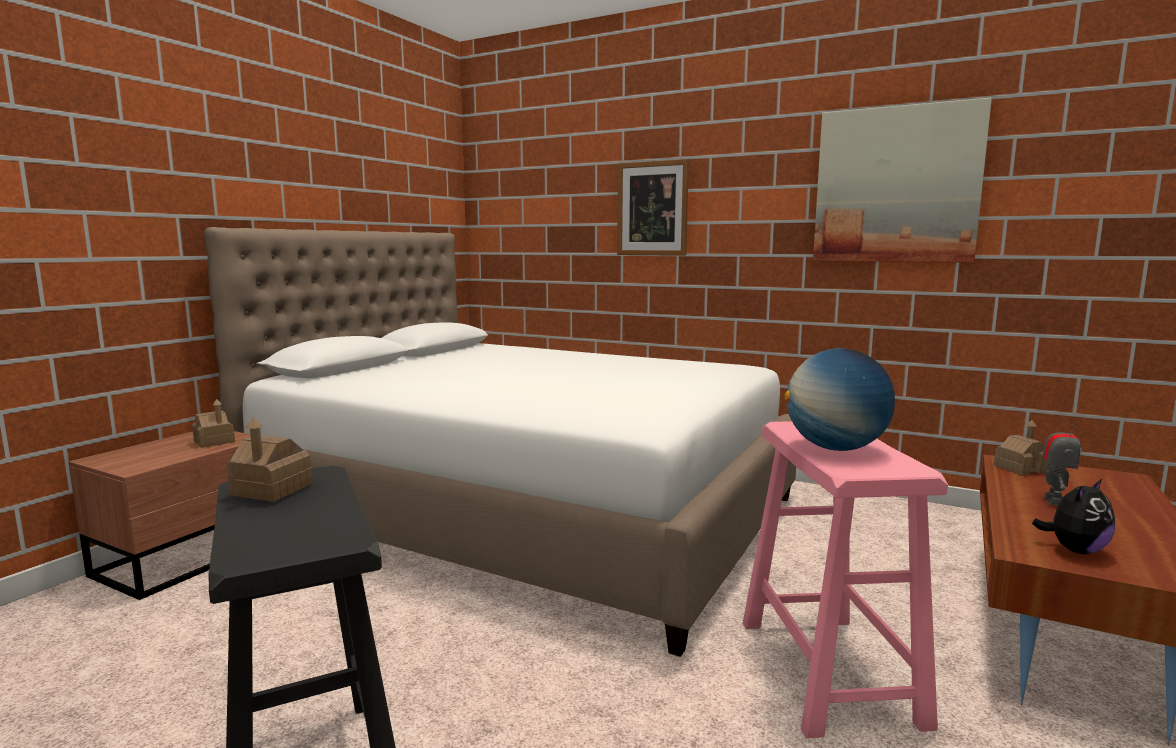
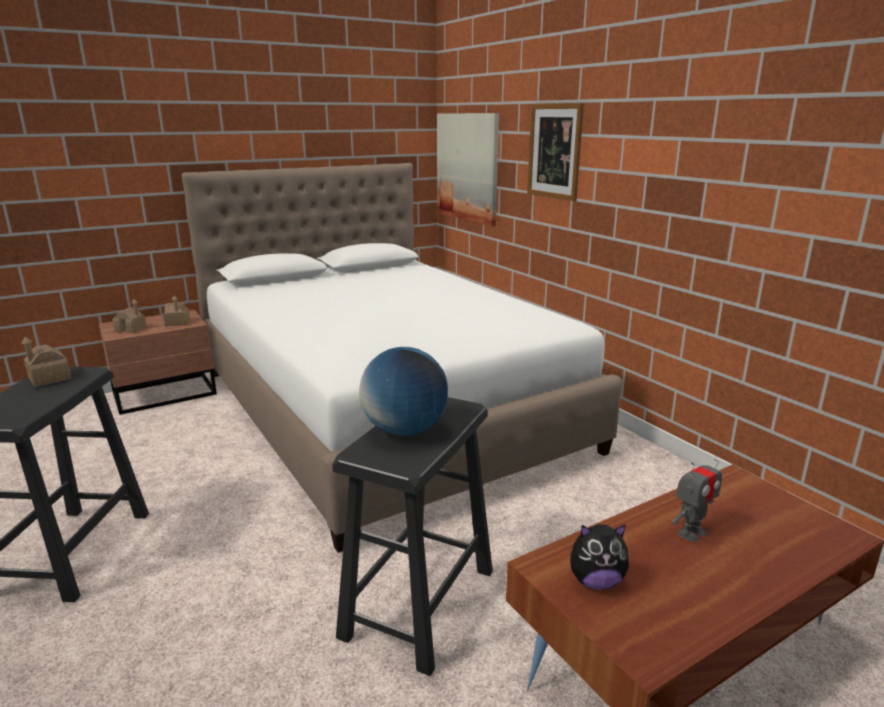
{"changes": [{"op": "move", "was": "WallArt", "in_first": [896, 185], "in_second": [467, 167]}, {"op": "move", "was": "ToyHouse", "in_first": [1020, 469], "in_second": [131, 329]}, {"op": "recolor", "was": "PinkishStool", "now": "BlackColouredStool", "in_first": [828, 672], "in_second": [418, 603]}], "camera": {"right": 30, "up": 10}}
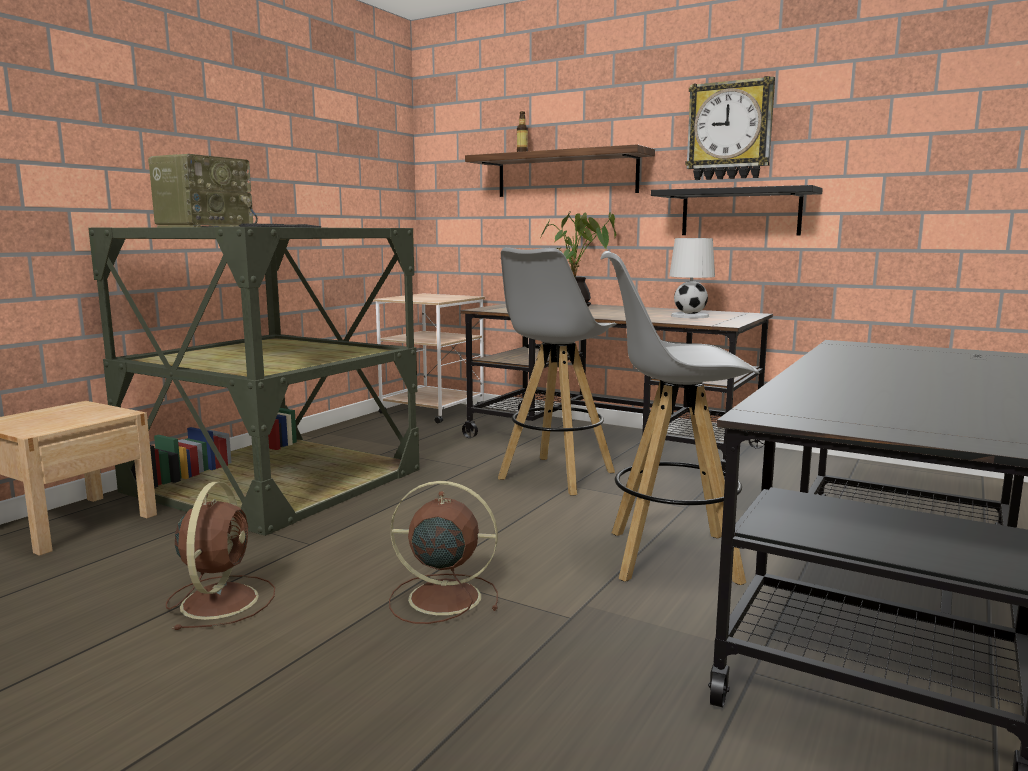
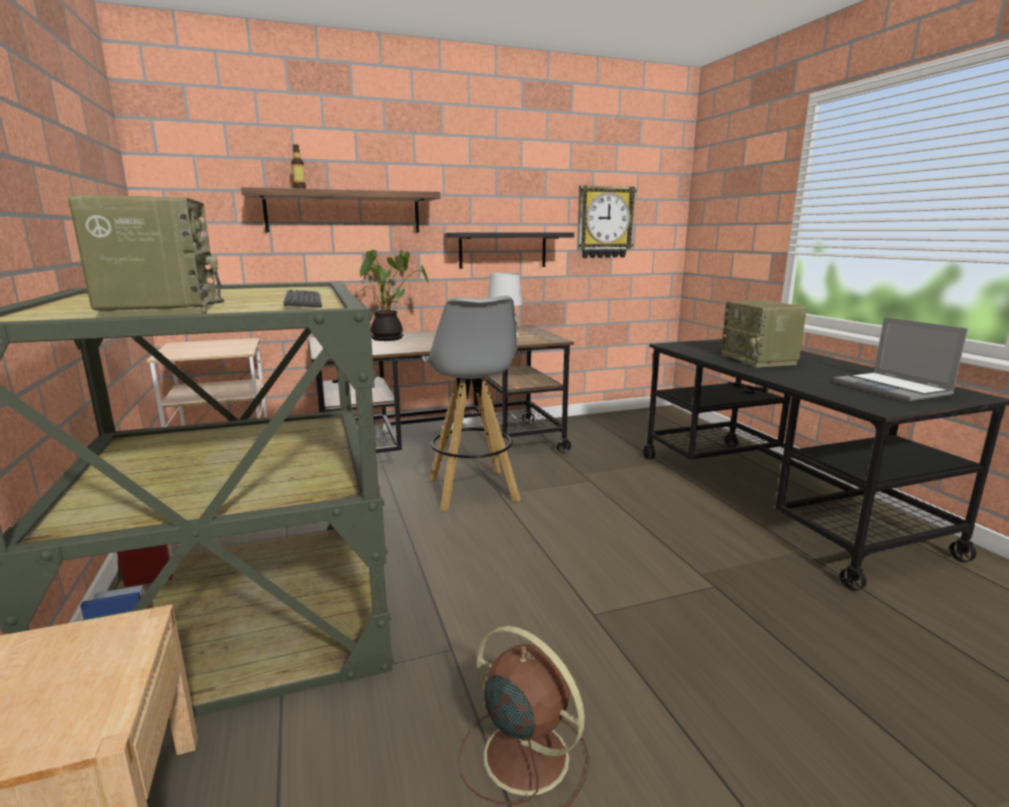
{"changes": [{"op": "move", "was": "ClockOnTheWall", "in_first": [730, 131], "in_second": [604, 222]}, {"op": "delete", "was": "GrayStool", "in_first": [669, 556]}, {"op": "delete", "was": "BrownColouredCoolingFan", "in_first": [441, 597]}, {"op": "insert", "now": "Radio", "in_second": [759, 360]}, {"op": "insert", "now": "NotebookComputer", "in_second": [892, 389]}], "camera": {"right": -50, "up": 5}}
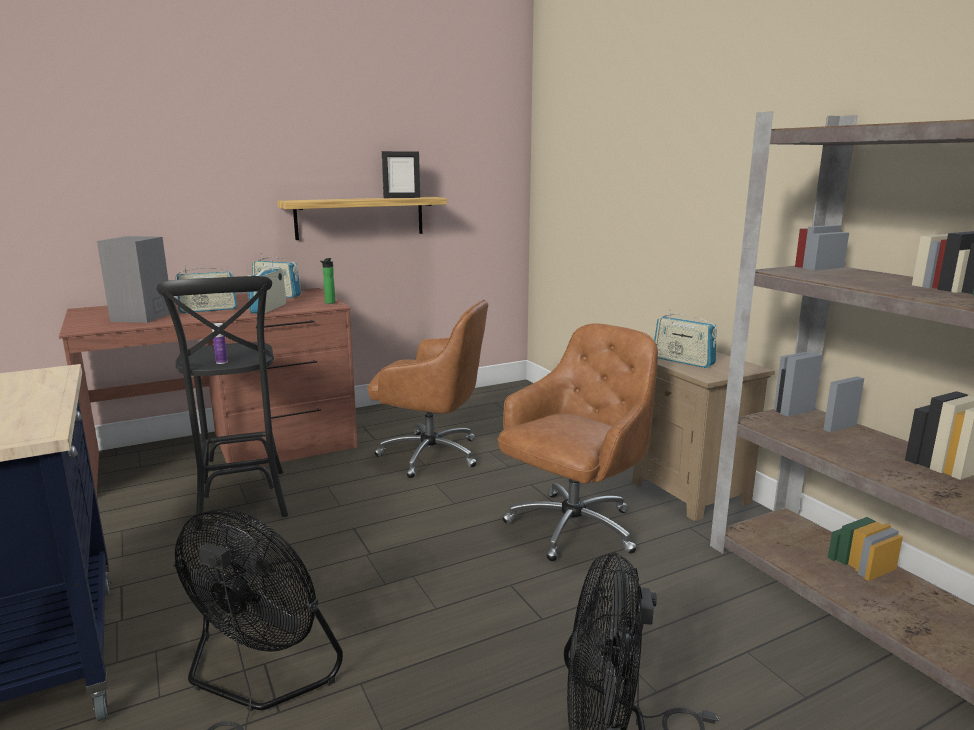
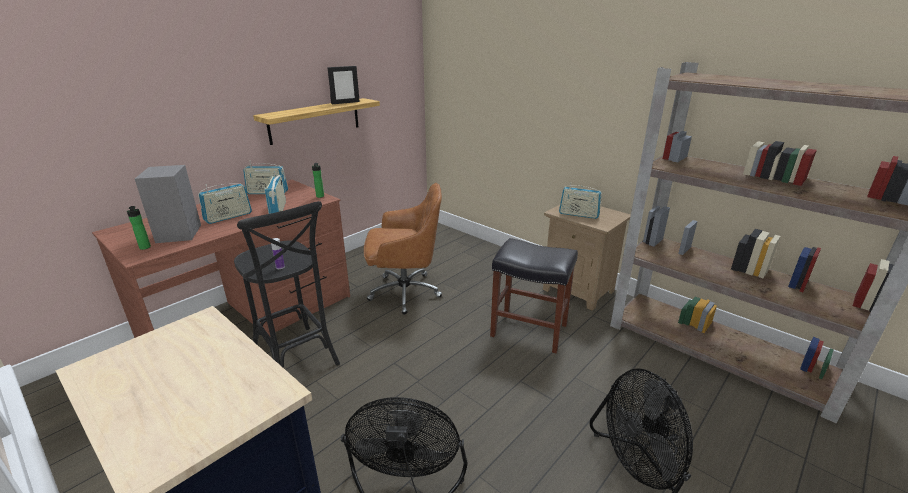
{"changes": [{"op": "replace", "was": "BrownColouredDeskChair", "now": "BlackColouredStool", "in_first": [574, 527], "in_second": [530, 330]}, {"op": "insert", "now": "Bottle", "in_second": [145, 248]}], "camera": {"right": -20, "up": 10}}
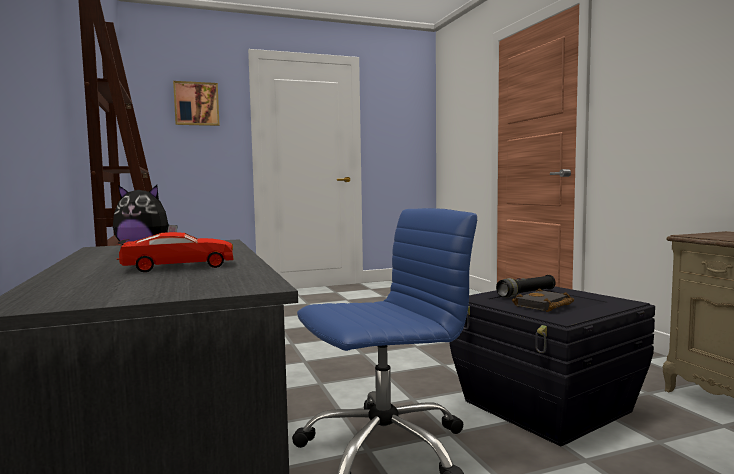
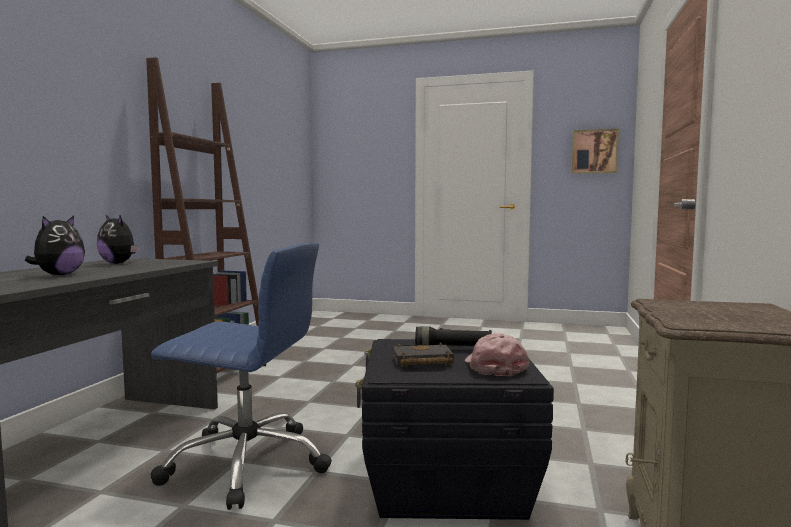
{"changes": [{"op": "move", "was": "WallArt", "in_first": [196, 104], "in_second": [594, 151]}, {"op": "replace", "was": "RedMiniatureCar", "now": "SoftToy", "in_first": [178, 266], "in_second": [59, 275]}, {"op": "insert", "now": "PinkishBaseballCap", "in_second": [494, 366]}], "camera": {"right": 35, "up": 0}}
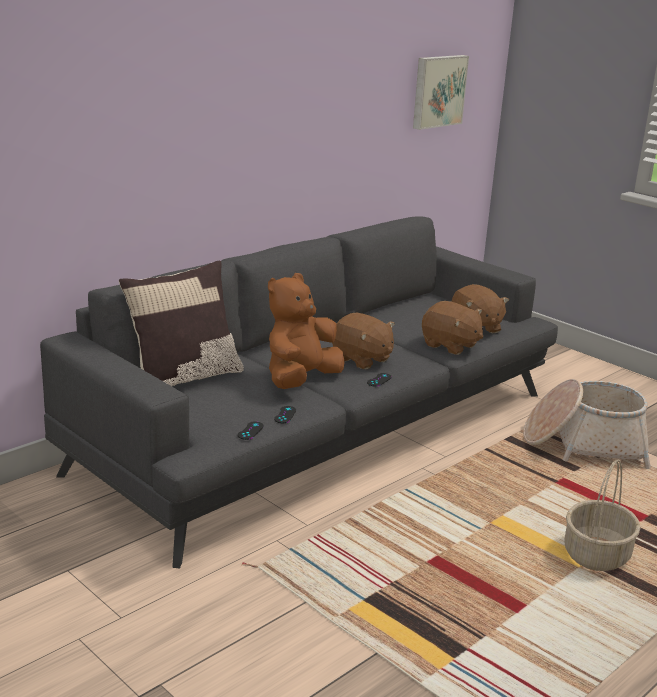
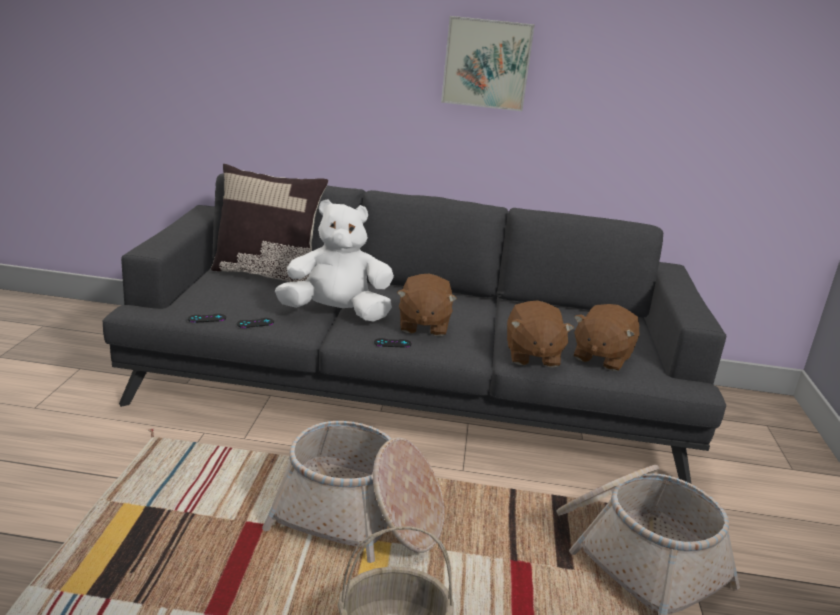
{"changes": [{"op": "move", "was": "WallArt", "in_first": [437, 91], "in_second": [487, 63]}, {"op": "recolor", "was": "BrownColouredSoftToy", "now": "WhitishSoftToy", "in_first": [300, 380], "in_second": [336, 313]}, {"op": "insert", "now": "Basket", "in_second": [359, 518]}], "camera": {"right": 50, "up": 0}}
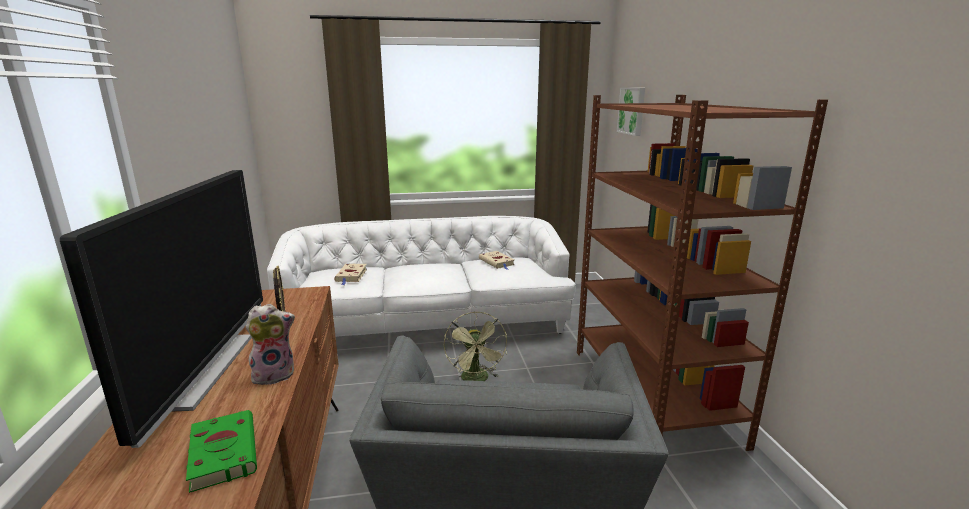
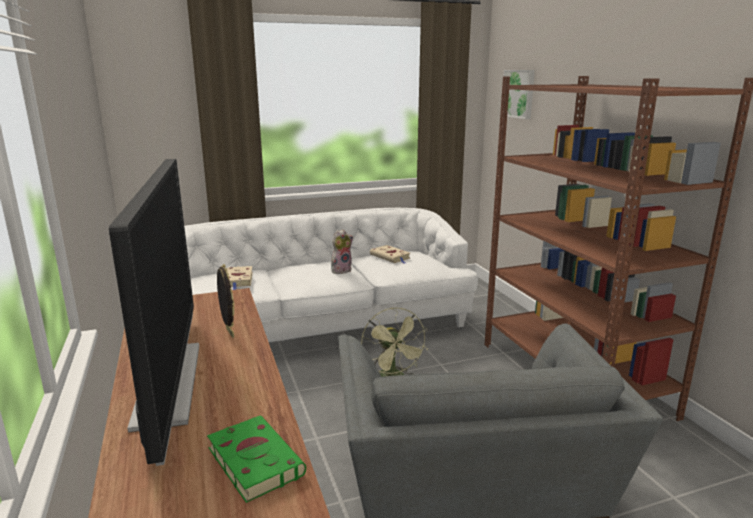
{"changes": [{"op": "move", "was": "SoftToy", "in_first": [275, 374], "in_second": [341, 270]}], "camera": {"right": -10, "up": 0}}
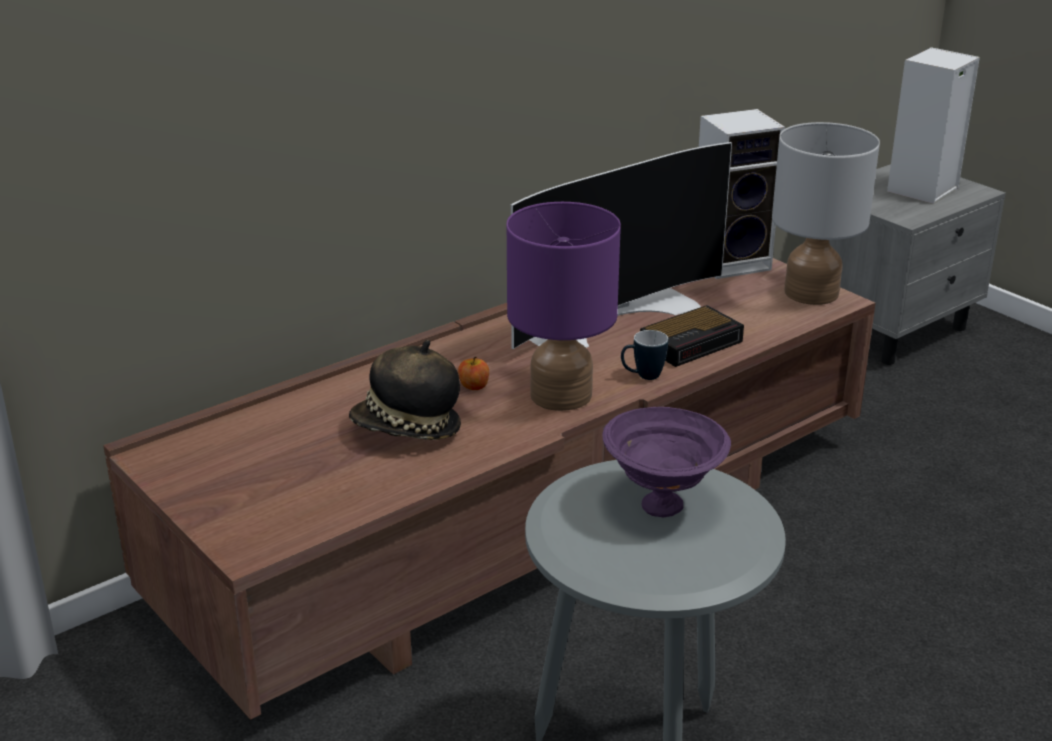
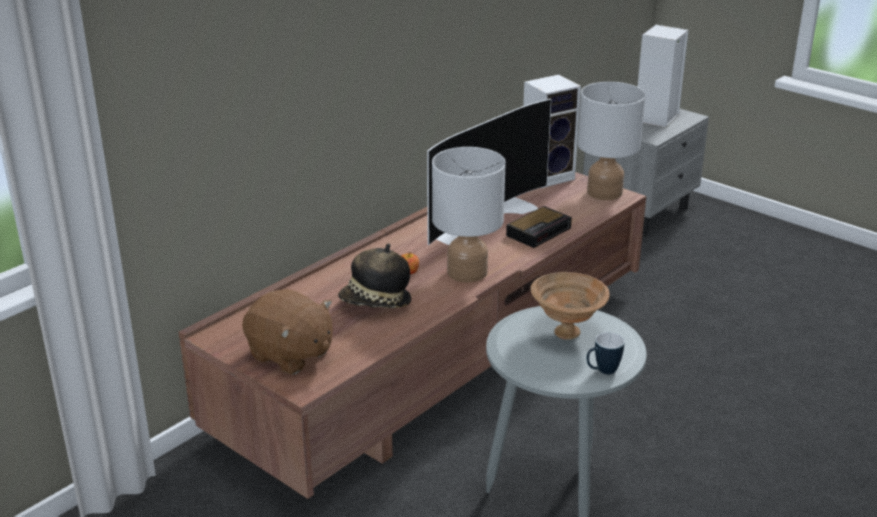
{"changes": [{"op": "recolor", "was": "PurplishLampForATable", "now": "GrayLampForATable", "in_first": [559, 395], "in_second": [466, 272]}, {"op": "move", "was": "Mug", "in_first": [642, 376], "in_second": [602, 371]}, {"op": "recolor", "was": "PurplishServingBowl", "now": "BrownColouredServingBowl", "in_first": [660, 503], "in_second": [566, 331]}, {"op": "insert", "now": "BrownColouredSoftToy", "in_second": [290, 355]}], "camera": {"right": -10, "up": 0}}
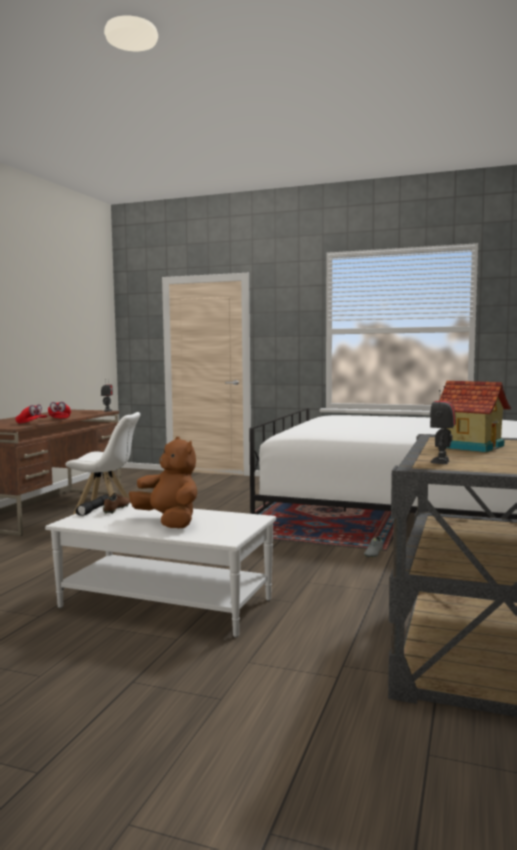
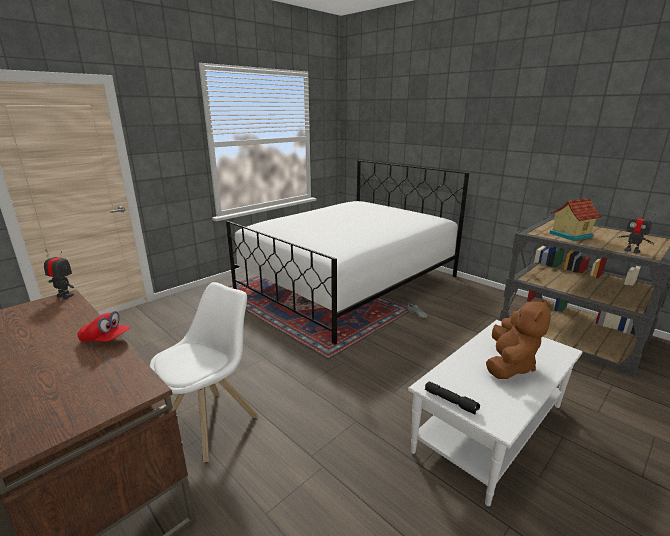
{"changes": [{"op": "delete", "was": "RedBaseballCap", "in_first": [31, 423]}, {"op": "rotate", "was": "BrownColouredSoftToy", "in_first": [169, 522], "in_second": [509, 365], "clockwise": 135}, {"op": "delete", "was": "BrownColouredShoe", "in_first": [117, 509]}], "camera": {"right": -65, "up": 15}}
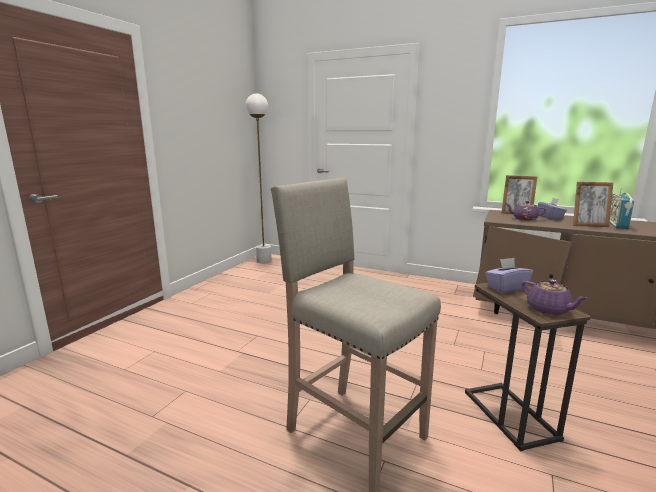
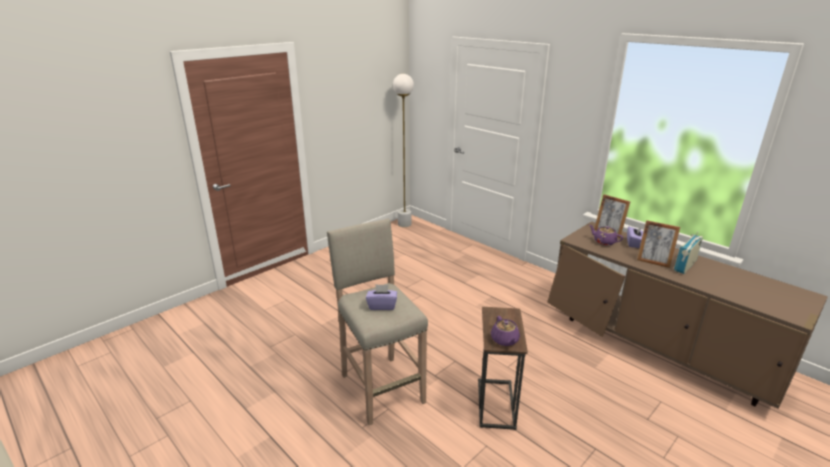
{"changes": [{"op": "move", "was": "PurplishTissueBox", "in_first": [506, 288], "in_second": [382, 306]}], "camera": {"right": 20, "up": 10}}
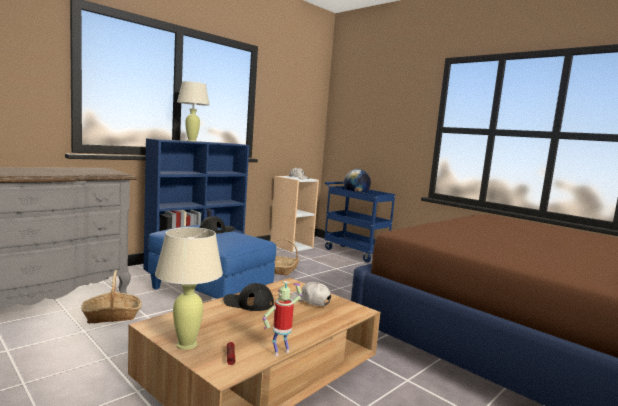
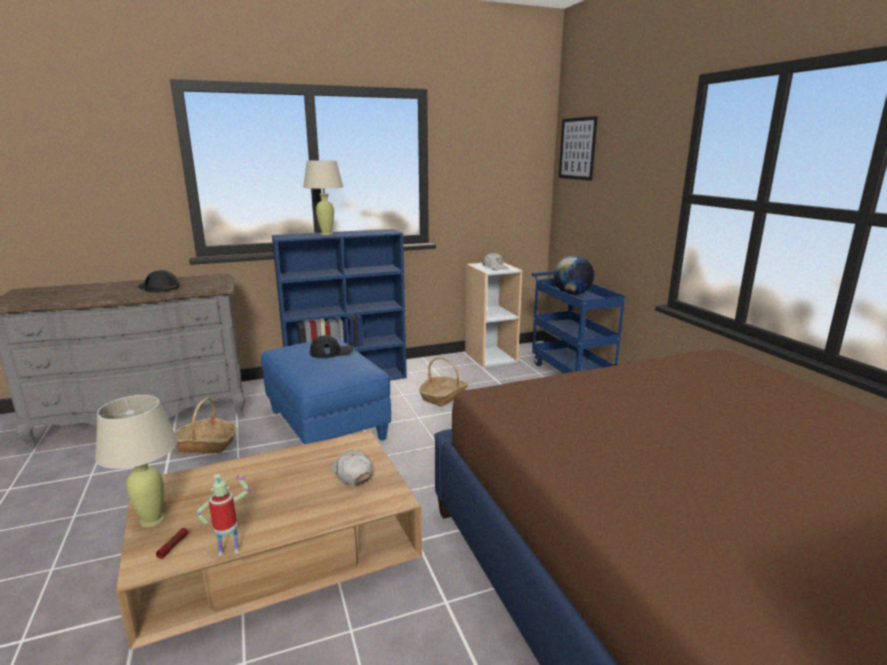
{"changes": [{"op": "move", "was": "BlackColouredBaseballCap", "in_first": [248, 303], "in_second": [159, 287]}, {"op": "insert", "now": "WallArt", "in_second": [577, 148]}], "camera": {"right": 25, "up": 10}}
